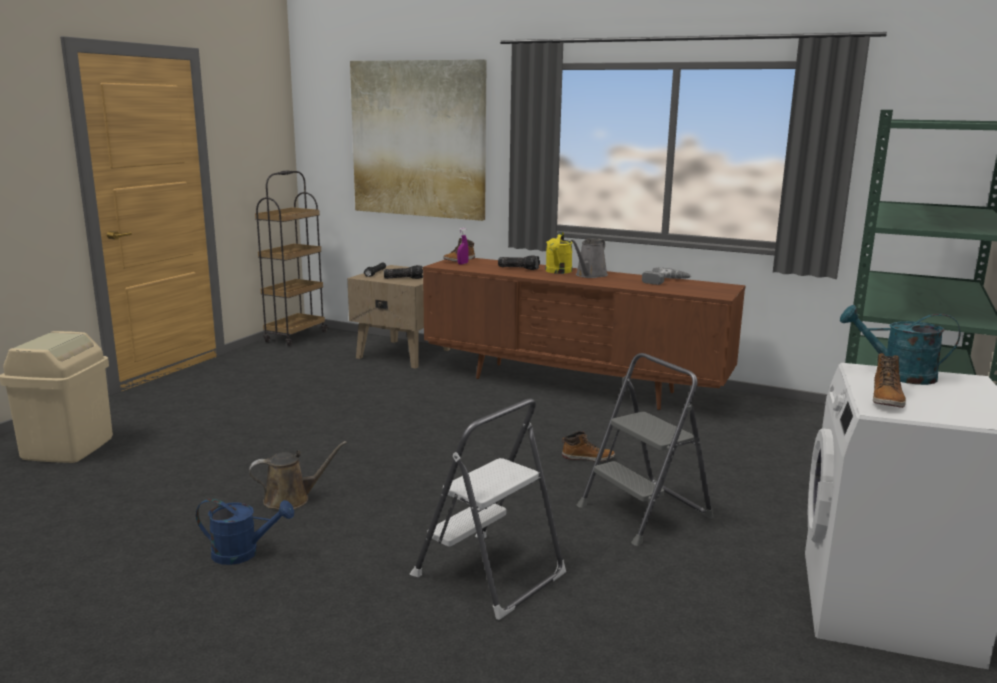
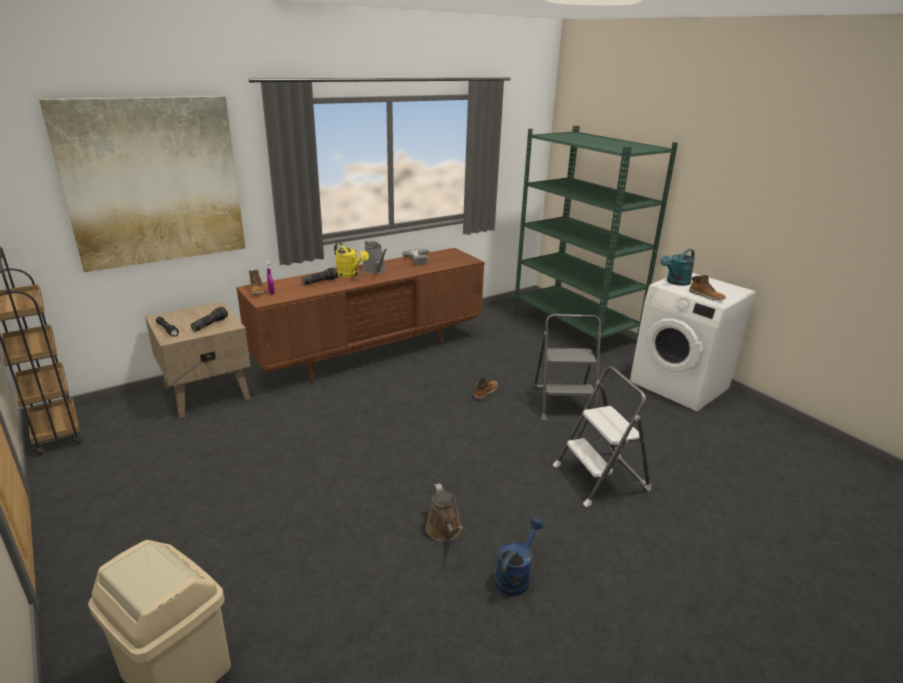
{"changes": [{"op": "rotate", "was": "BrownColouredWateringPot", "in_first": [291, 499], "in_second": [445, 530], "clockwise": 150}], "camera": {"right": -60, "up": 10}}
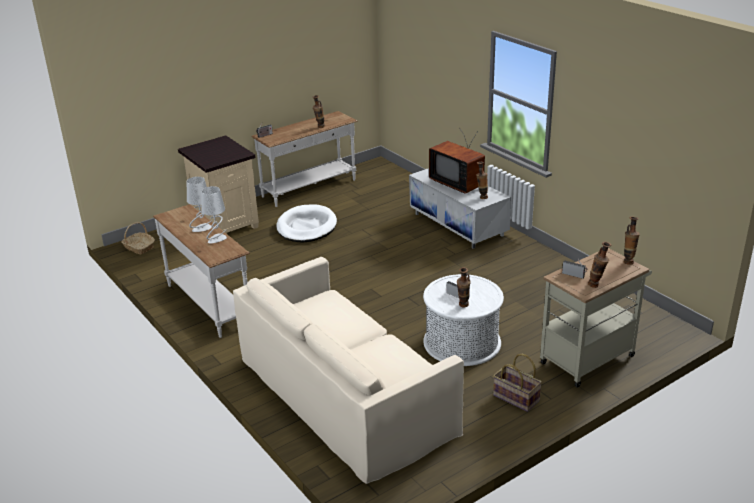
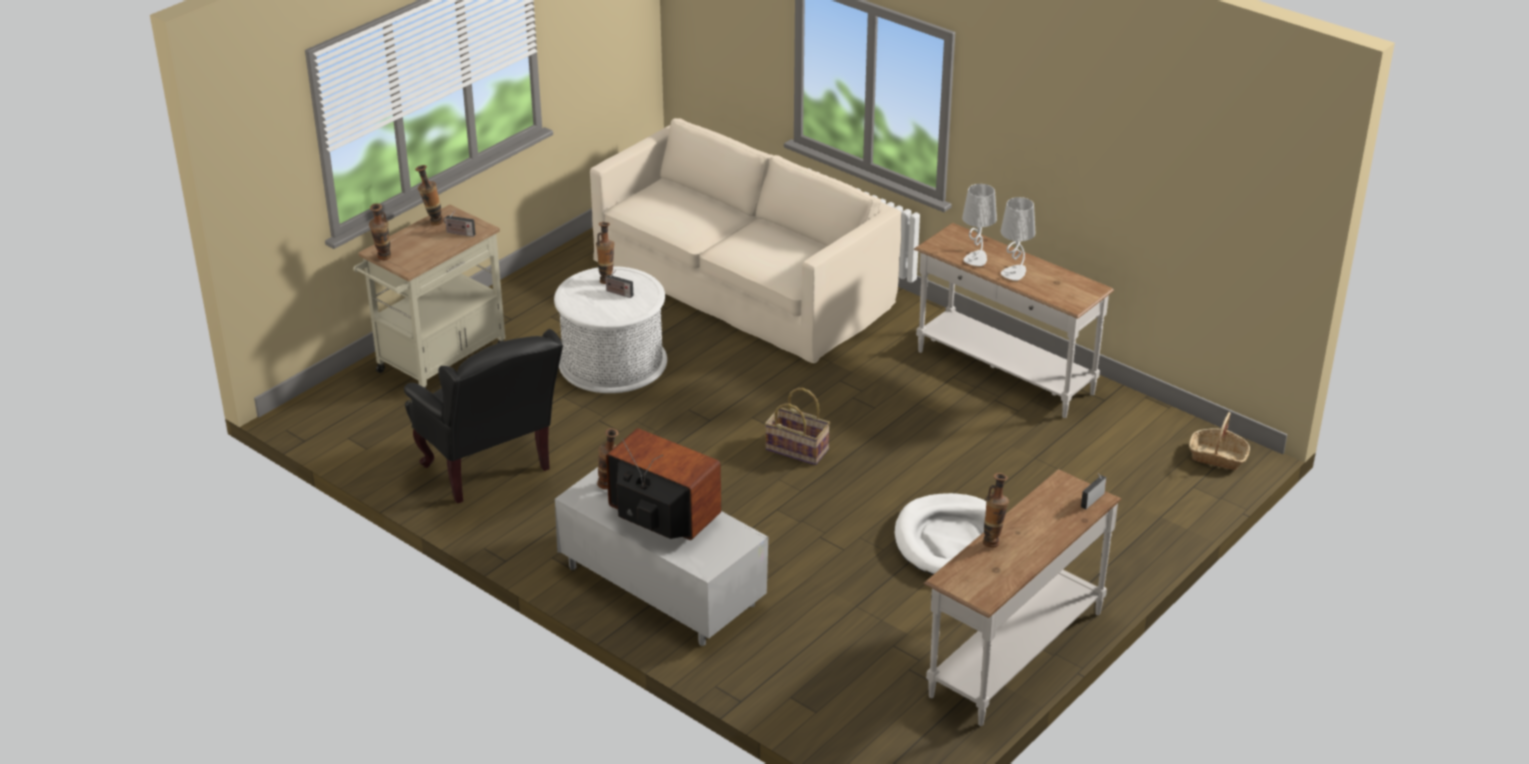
{"changes": [{"op": "delete", "was": "BeigeColouredStorageCabinet", "in_first": [225, 223]}, {"op": "move", "was": "Basket", "in_first": [515, 398], "in_second": [797, 449]}, {"op": "insert", "now": "BlackColouredLoungeChair", "in_second": [494, 475]}], "camera": {"right": 165, "up": 5}}
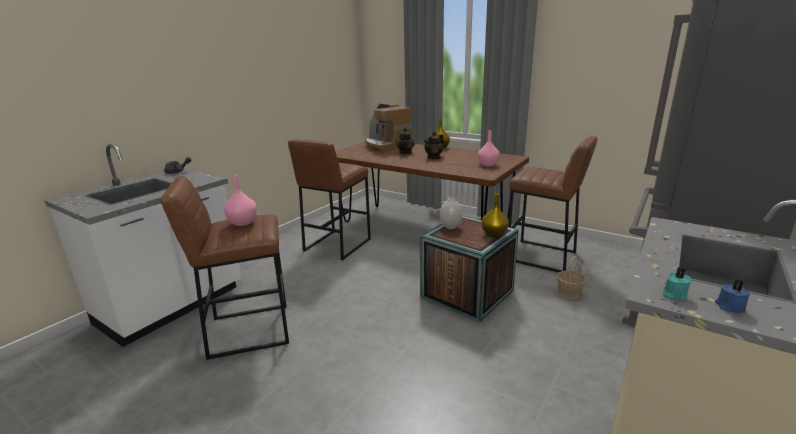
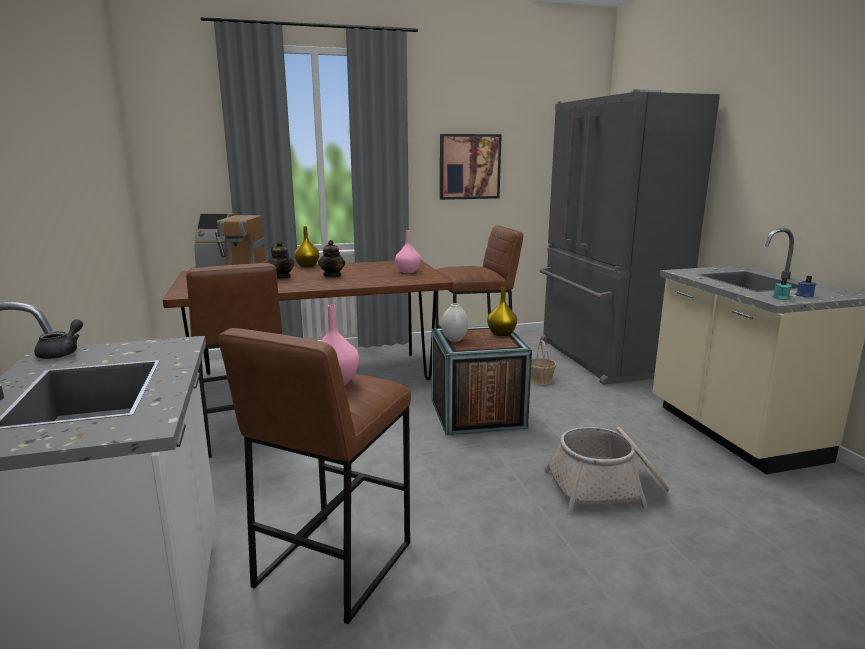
{"changes": [{"op": "insert", "now": "WallArt", "in_second": [469, 166]}, {"op": "insert", "now": "Basket", "in_second": [606, 488]}], "camera": {"right": -50, "up": -5}}
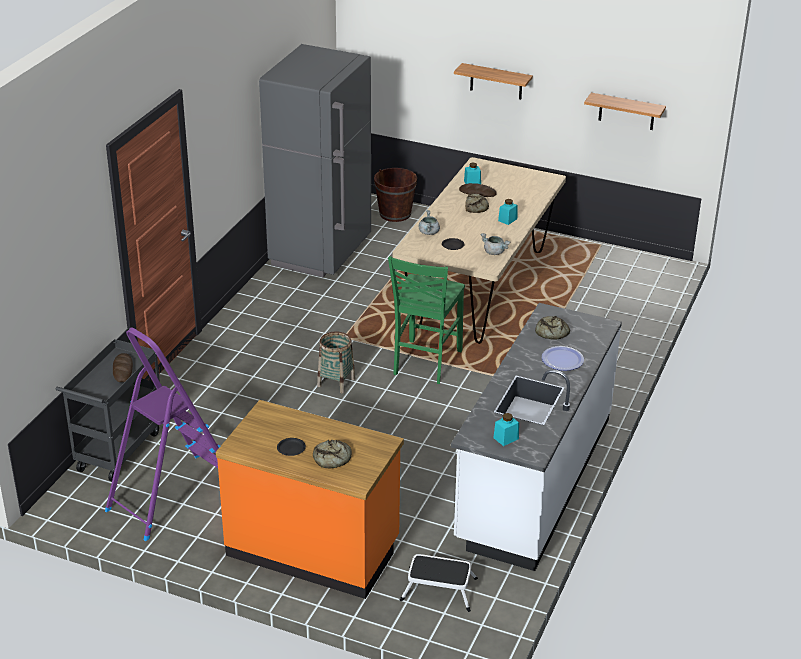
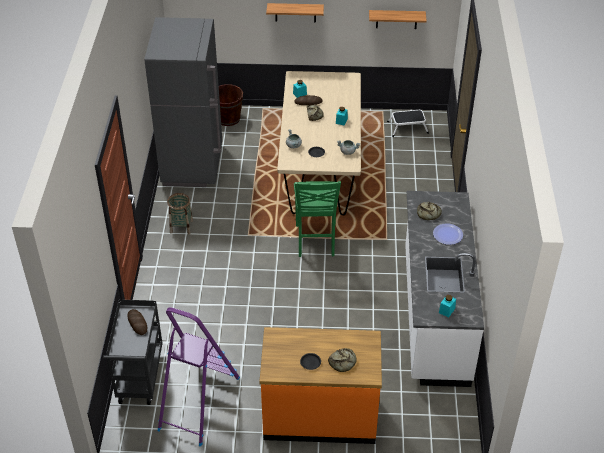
{"changes": [{"op": "move", "was": "Basket", "in_first": [336, 382], "in_second": [181, 226]}, {"op": "move", "was": "BlackColouredStepStool", "in_first": [439, 589], "in_second": [407, 127]}], "camera": {"right": -20, "up": 10}}
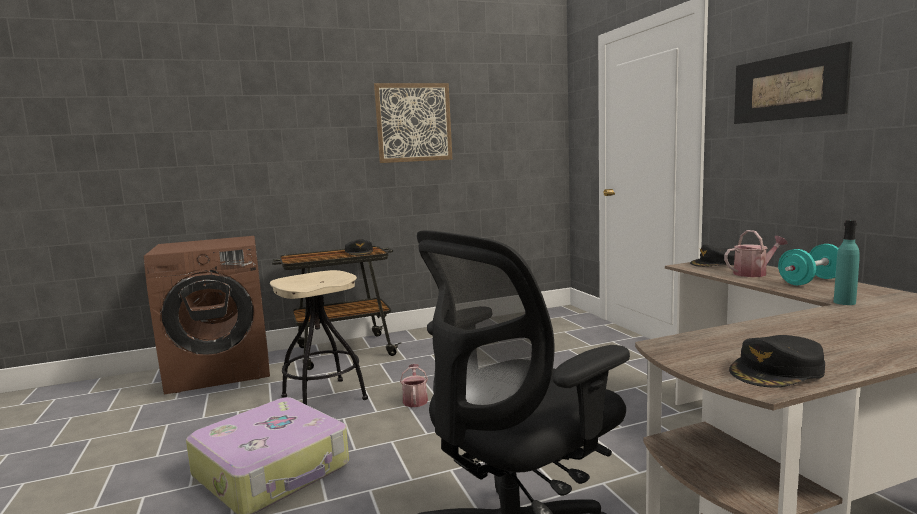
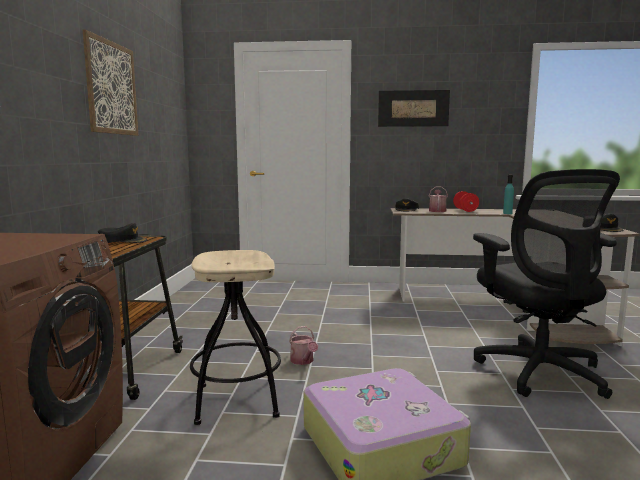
{"changes": [{"op": "recolor", "was": "TurquoiseFreeWeight", "now": "RedFreeWeight", "in_first": [810, 281], "in_second": [465, 210]}, {"op": "rotate", "was": "WateringPot", "in_first": [415, 400], "in_second": [303, 361], "clockwise": -135}], "camera": {"right": -65, "up": 0}}
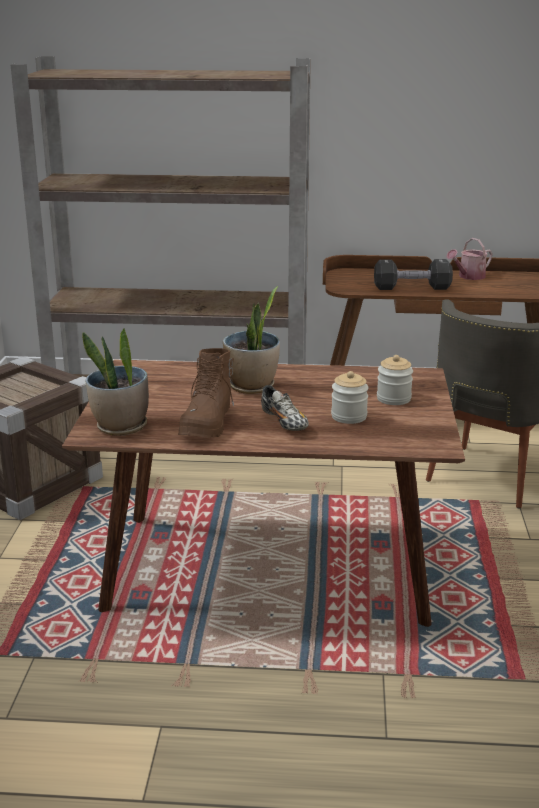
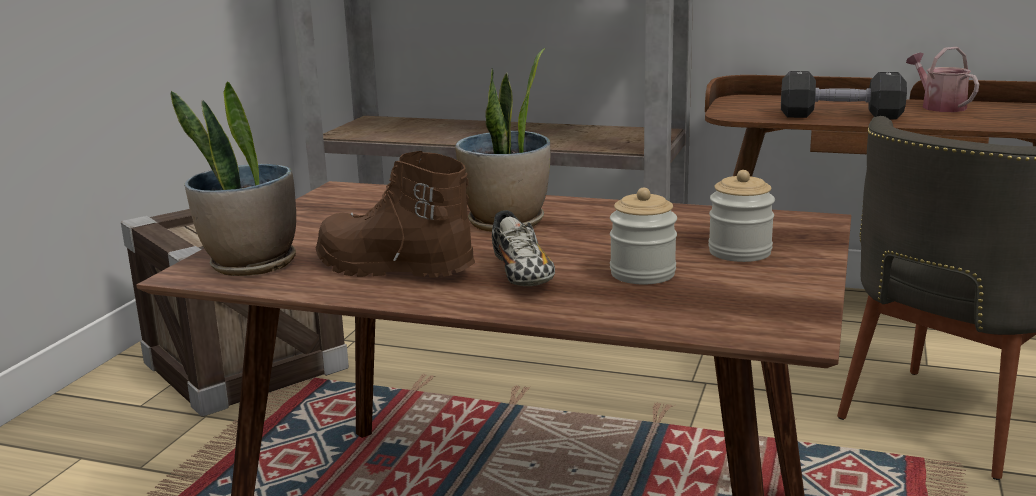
{"changes": [{"op": "rotate", "was": "WateringPot", "in_first": [469, 277], "in_second": [939, 106], "clockwise": 90}, {"op": "rotate", "was": "BrownColouredTallBoot", "in_first": [208, 424], "in_second": [392, 269], "clockwise": 90}], "camera": {"right": 15, "up": -5}}
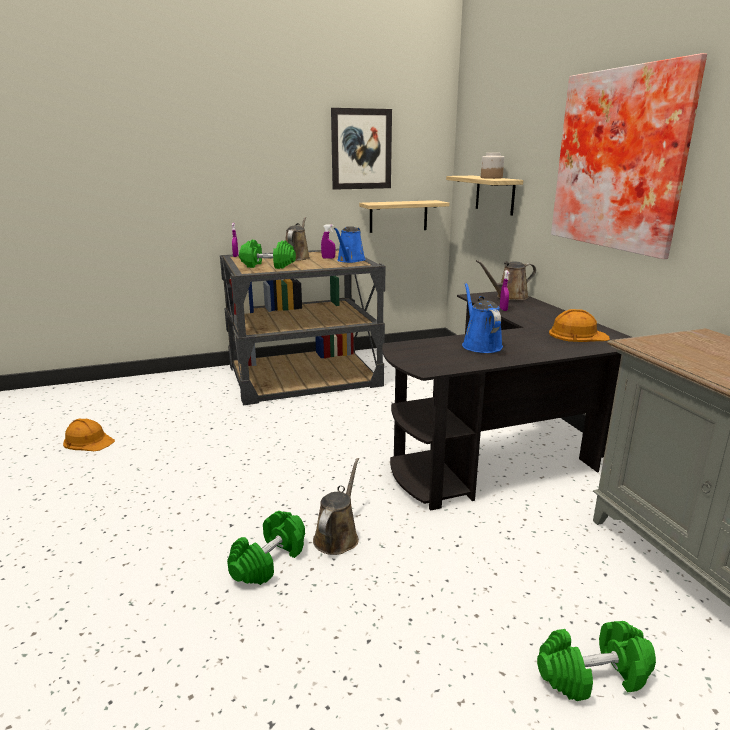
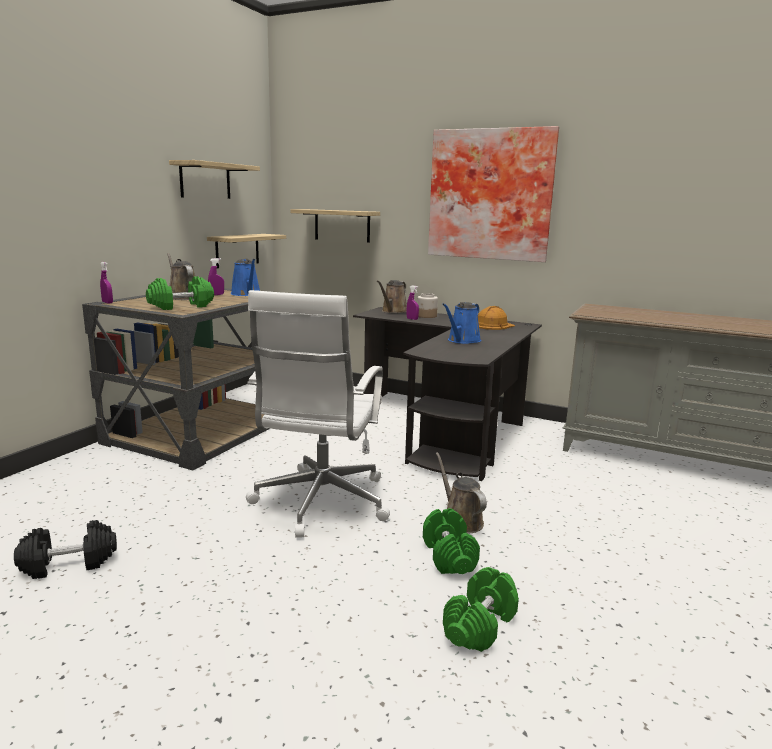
{"changes": [{"op": "replace", "was": "WallArt", "now": "BracketShelf", "in_first": [361, 149], "in_second": [205, 180]}, {"op": "move", "was": "Jar", "in_first": [491, 178], "in_second": [426, 316]}, {"op": "rotate", "was": "BlueWateringPot", "in_first": [480, 345], "in_second": [462, 341], "clockwise": -90}, {"op": "replace", "was": "OrangeColouredWorkHelmet", "now": "BlackColouredFreeWeight", "in_first": [88, 441], "in_second": [69, 563]}, {"op": "move", "was": "GreenFreeWeight", "in_first": [592, 676], "in_second": [480, 625]}, {"op": "insert", "now": "WhitishDeskChair", "in_second": [320, 503]}], "camera": {"right": -45, "up": -5}}
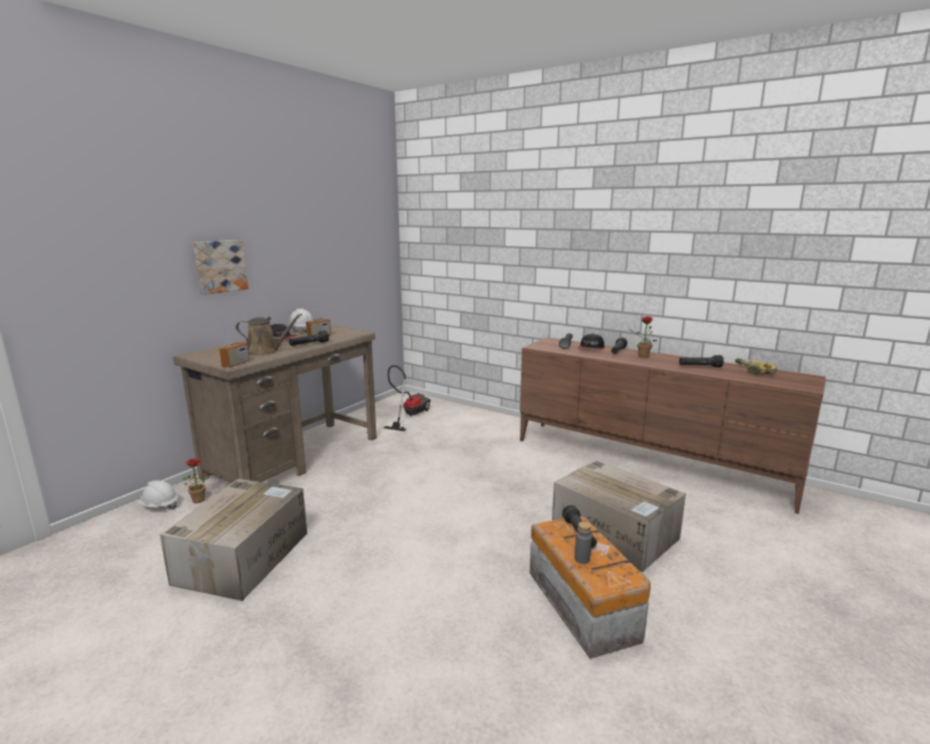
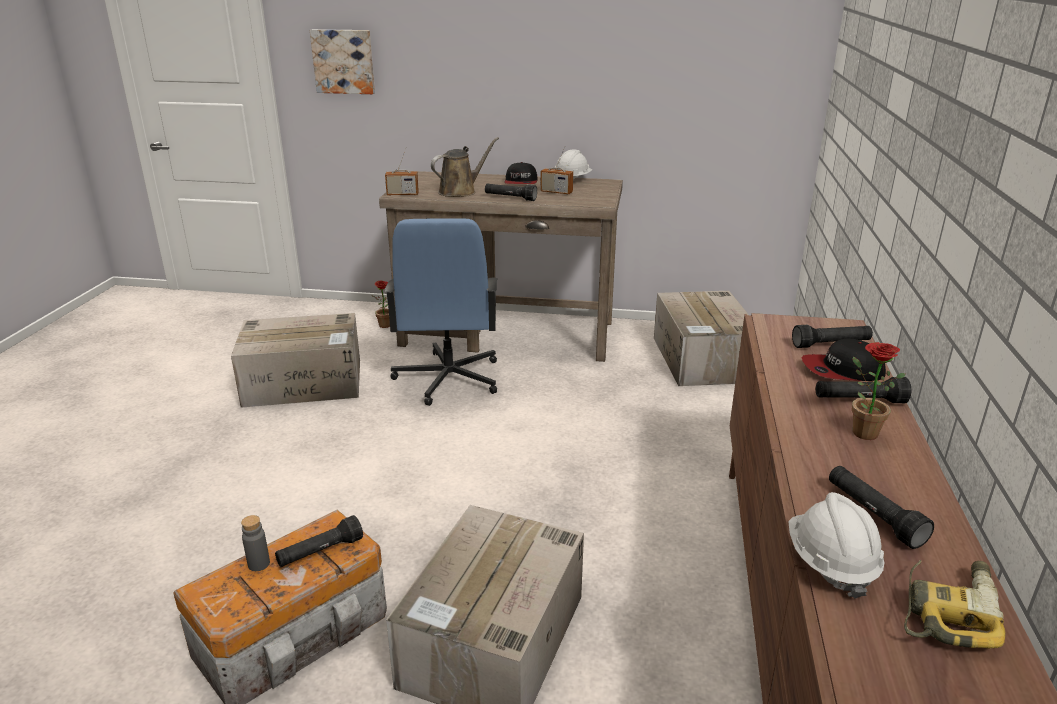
{"changes": [{"op": "move", "was": "WallArt", "in_first": [220, 266], "in_second": [344, 61]}, {"op": "rotate", "was": "BrownColouredWateringPot", "in_first": [266, 351], "in_second": [460, 191], "clockwise": -105}, {"op": "replace", "was": "Vacuum", "now": "Carton", "in_first": [409, 415], "in_second": [703, 360]}, {"op": "move", "was": "WhitishWorkHelmet", "in_first": [159, 506], "in_second": [830, 563]}, {"op": "insert", "now": "BlueDeskChair", "in_second": [448, 379]}], "camera": {"right": 65, "up": 10}}
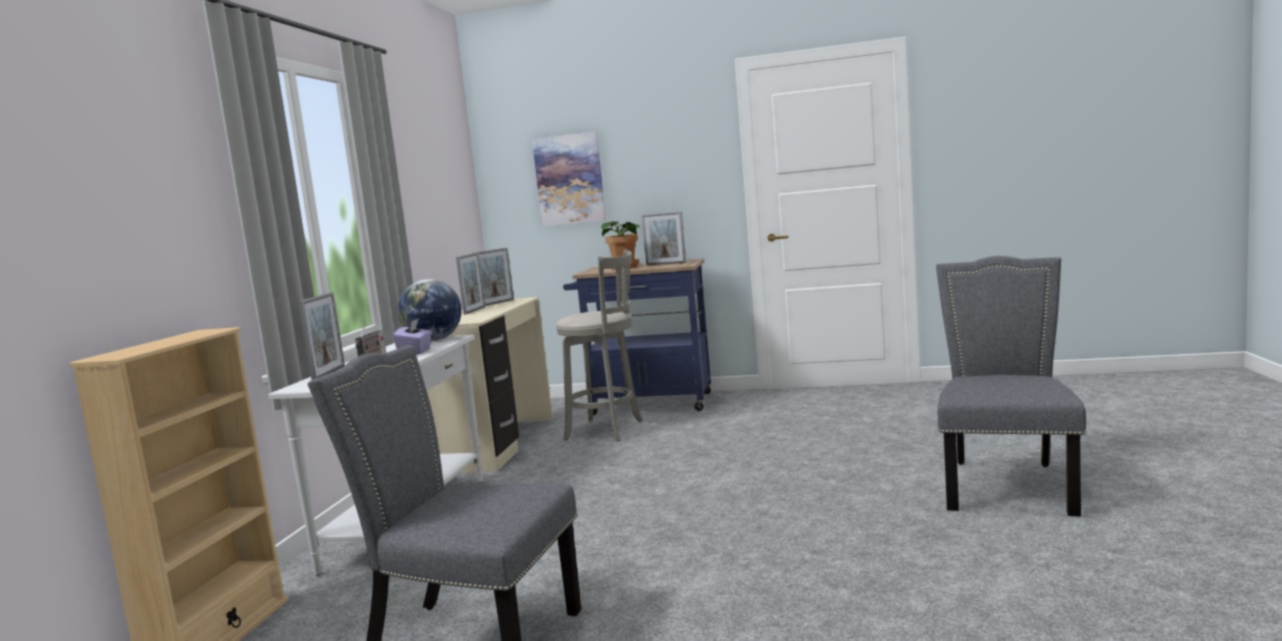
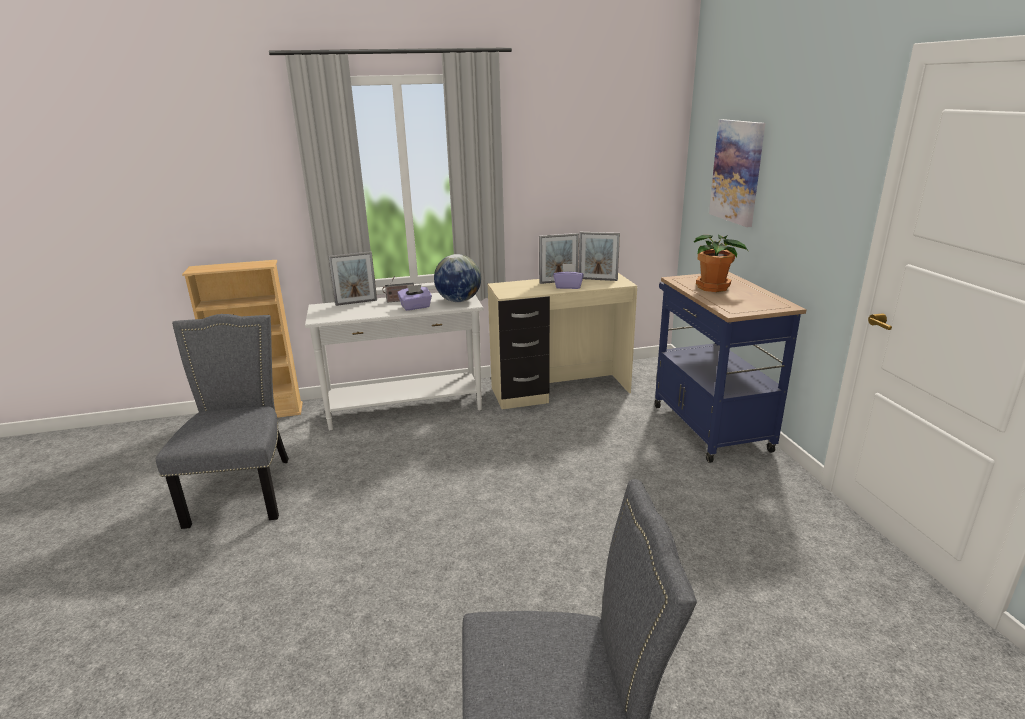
{"changes": [{"op": "delete", "was": "PhotoFrame", "in_first": [666, 264]}, {"op": "delete", "was": "GrayStool", "in_first": [608, 430]}, {"op": "insert", "now": "PurplishTissueBox", "in_second": [568, 286]}], "camera": {"right": 65, "up": 15}}
